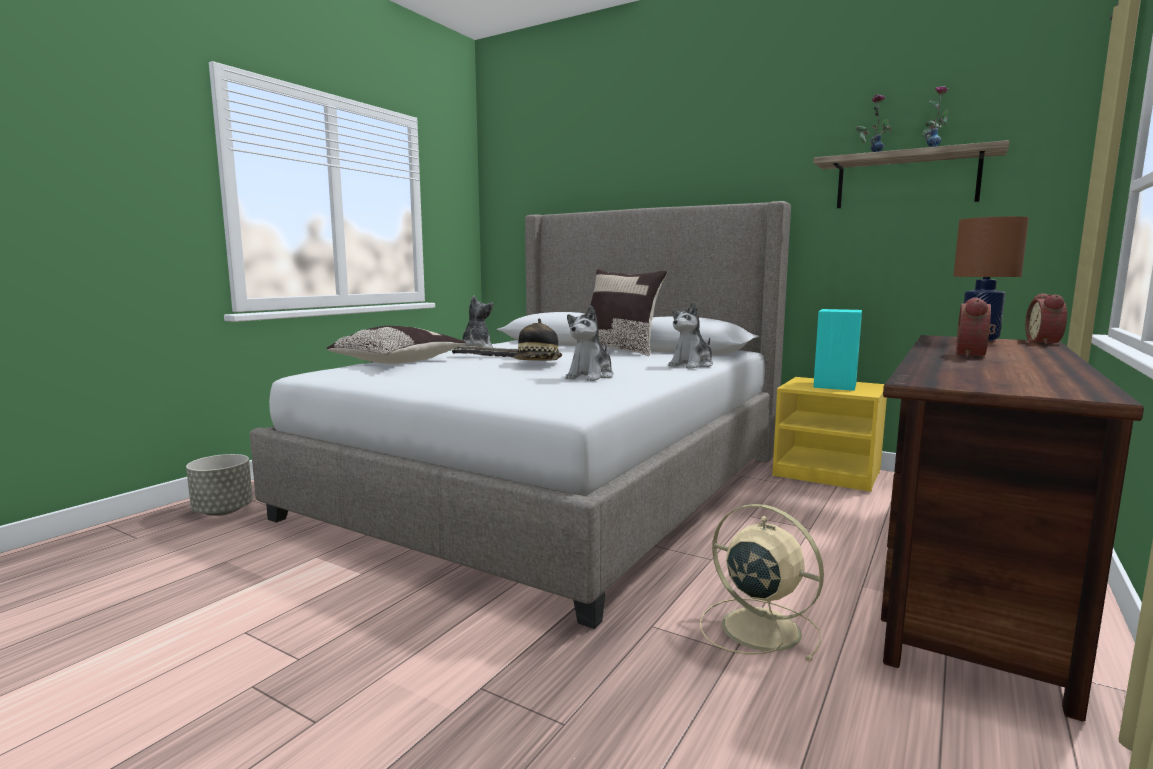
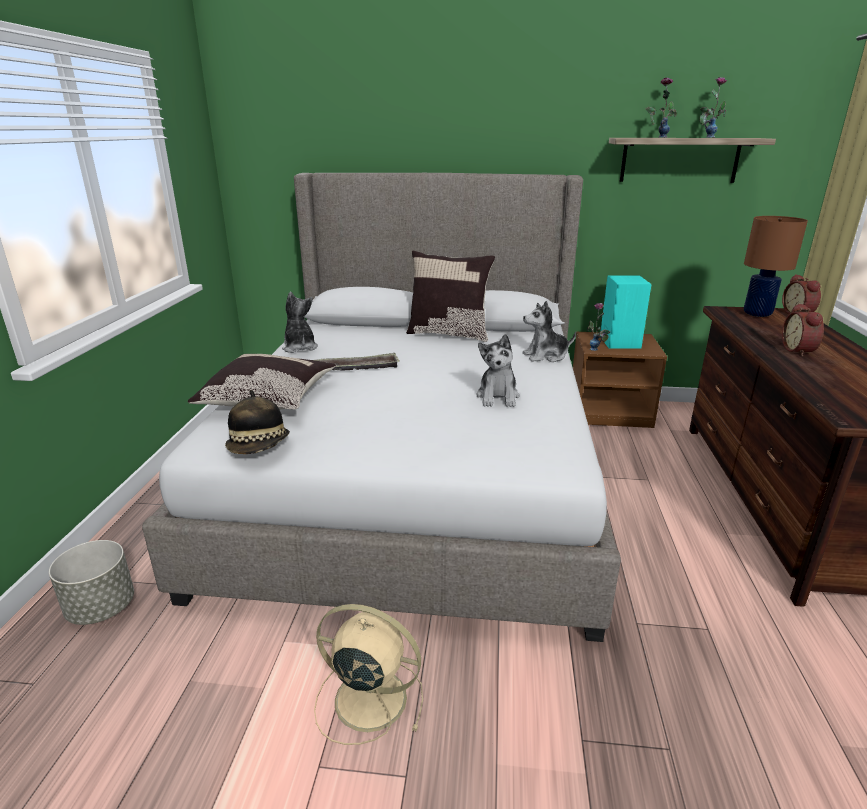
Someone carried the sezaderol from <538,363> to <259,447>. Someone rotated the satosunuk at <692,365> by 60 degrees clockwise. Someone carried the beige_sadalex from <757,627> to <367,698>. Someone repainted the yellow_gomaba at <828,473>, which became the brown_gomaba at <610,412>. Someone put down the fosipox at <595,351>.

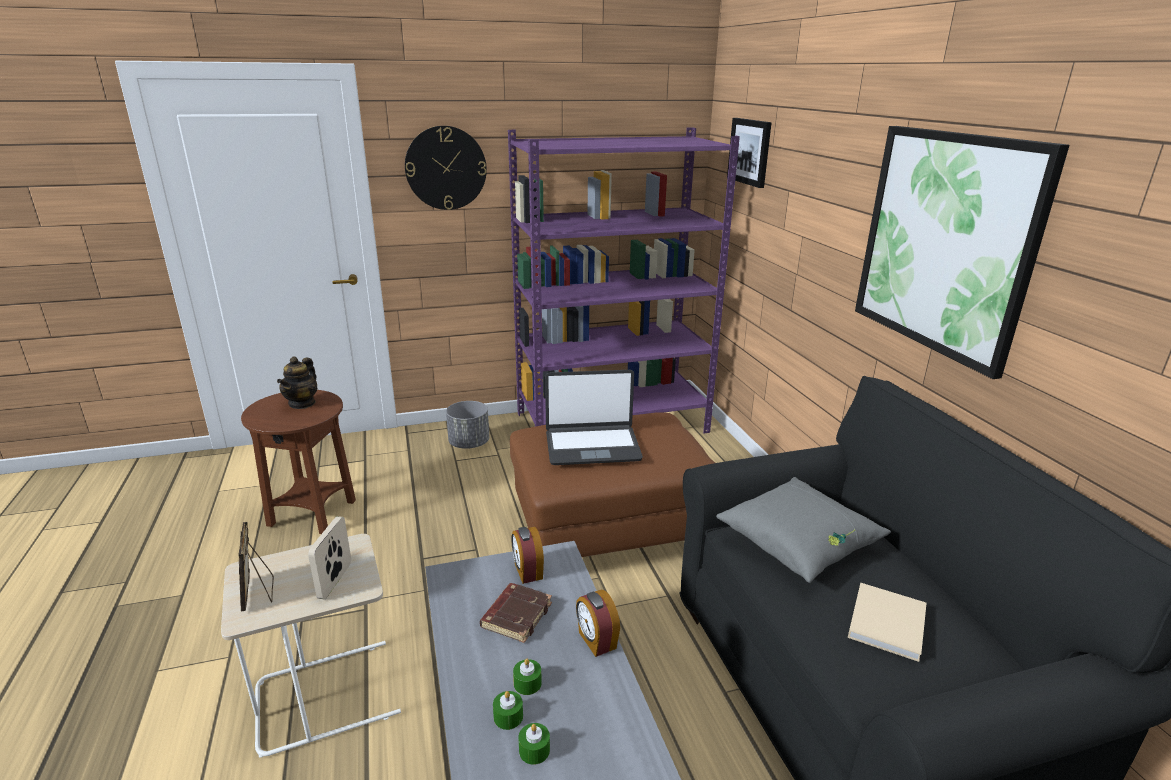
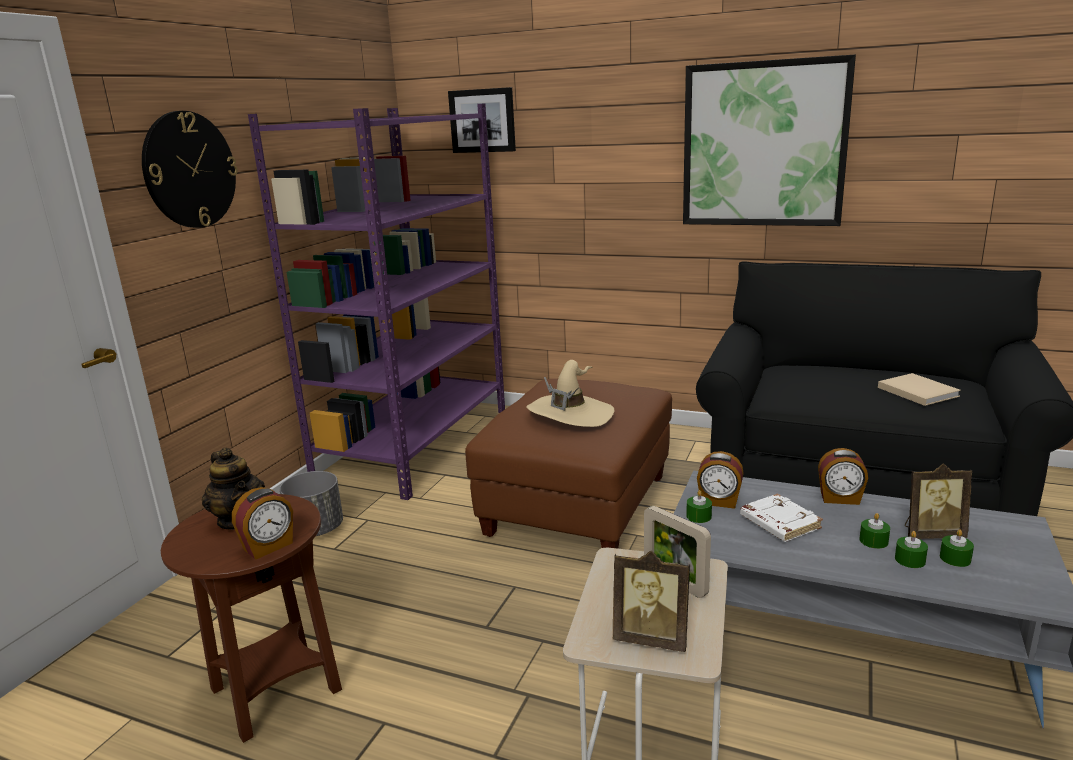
Someone repainted the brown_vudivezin at <516,615>, which became the white_vudivezin at <778,523>. Someone swapped the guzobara at <592,446> for the beige_sezaderol at <570,414>. Someone took away the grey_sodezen at <797,543>. Someone put down the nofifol at <269,547>. Someone put down the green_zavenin at <698,516>. Someone put down the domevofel at <931,534>.

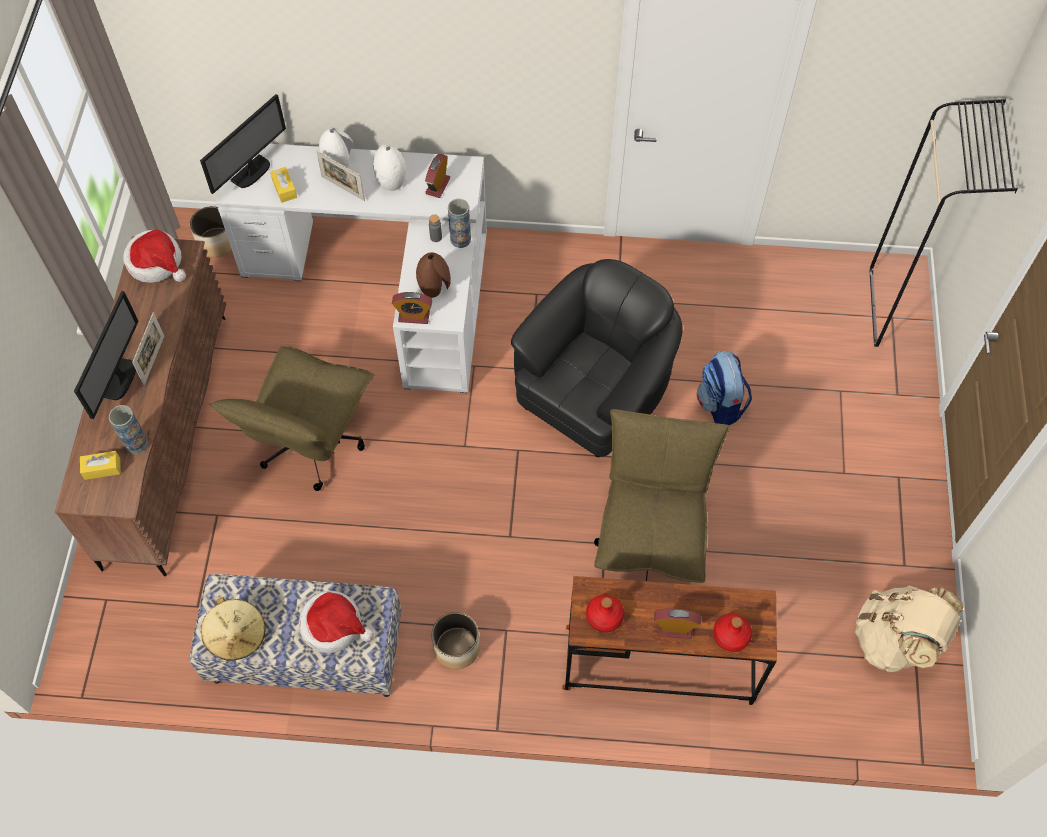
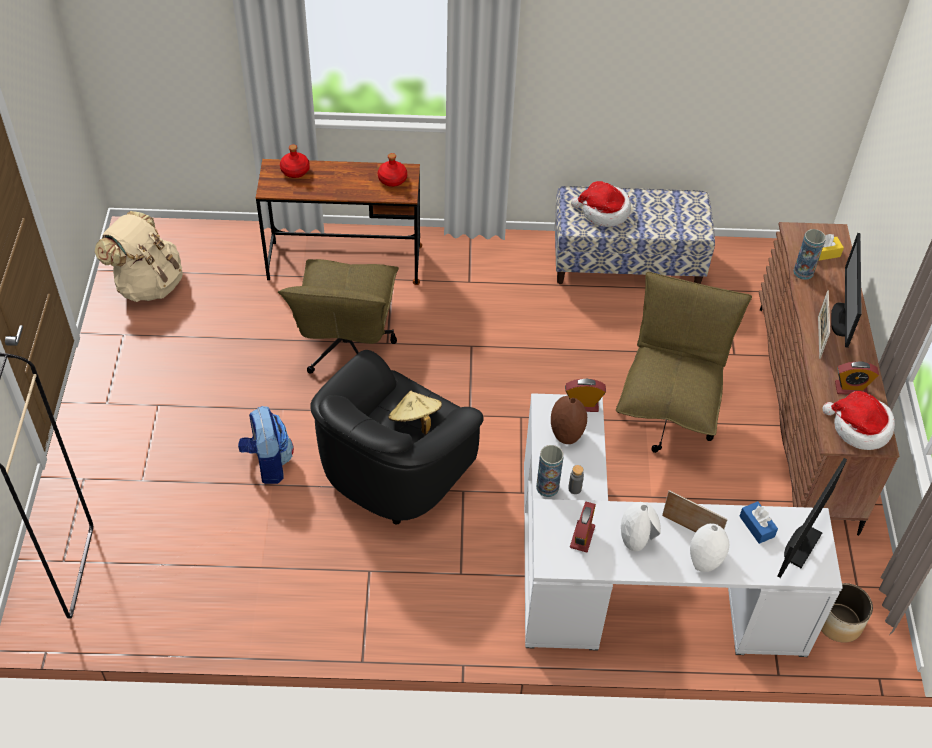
Someone carried the beige_sezaderol from <237,636> to <415,421>. Someone repainted the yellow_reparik at <284,189>, which became the blue_reparik at <756,526>. Someone took away the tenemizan at <456,648>. Someone carried the nofifol from <674,628> to <851,388>.

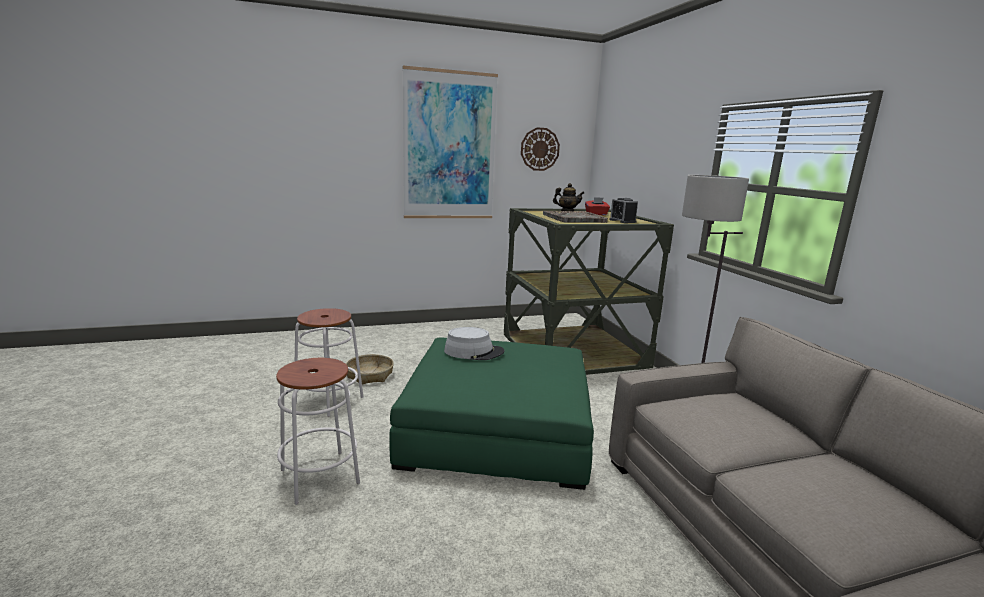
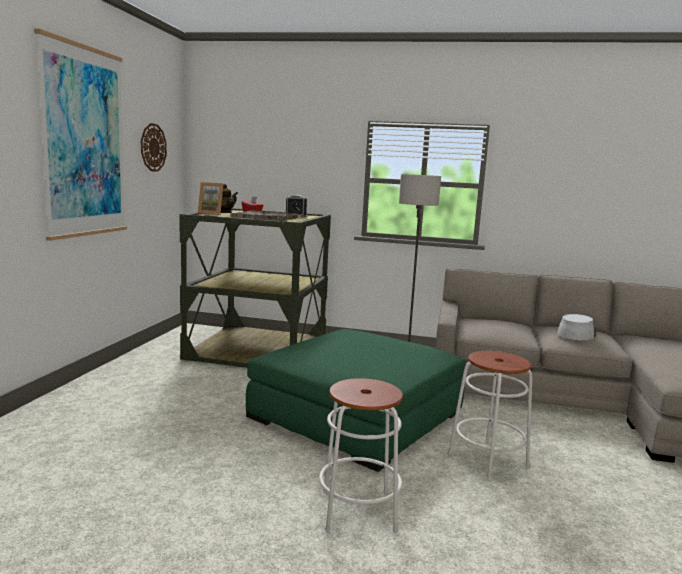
Someone carried the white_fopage from <329,400> to <487,460>. Someone took away the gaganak at <370,375>. Someone carried the grey_sezaderol from <474,352> to <576,334>. Someone put down the domevofel at <211,213>.

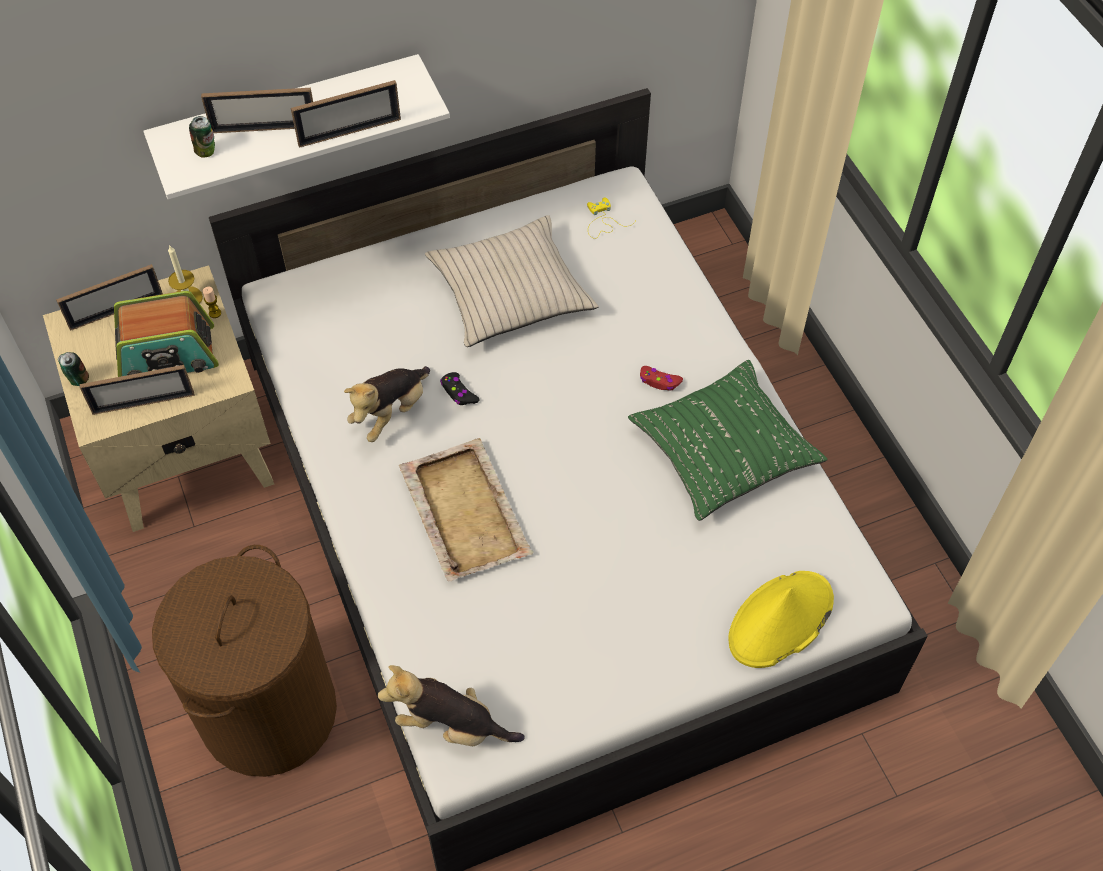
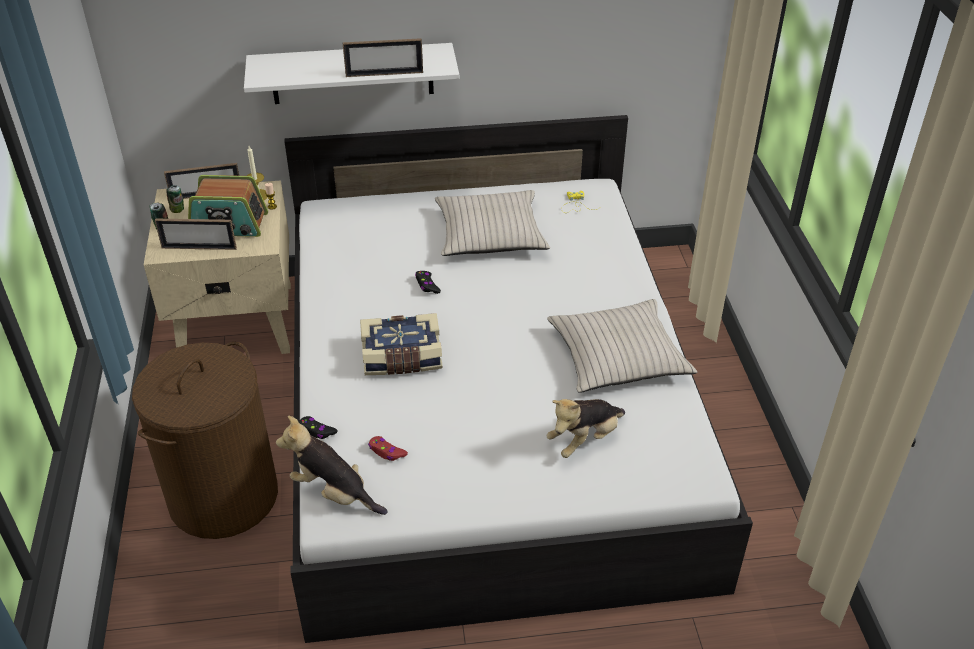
Someone carried the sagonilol from <207,151> to <178,210>. Someone took away the domevofel at <264,128>. Someone carried the satosunuk from <390,413> to <584,439>. Someone swapped the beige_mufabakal at <464,510> for the vudivezin at <402,357>. Someone repainted the green_sodezen at <723,449>, which became the beige_sodezen at <617,356>. Someone carried the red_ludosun from <659,381> to <386,452>. Someone took away the yellow_sezaderol at <780,620>. Someone put down the black_ludosun at <317,431>.

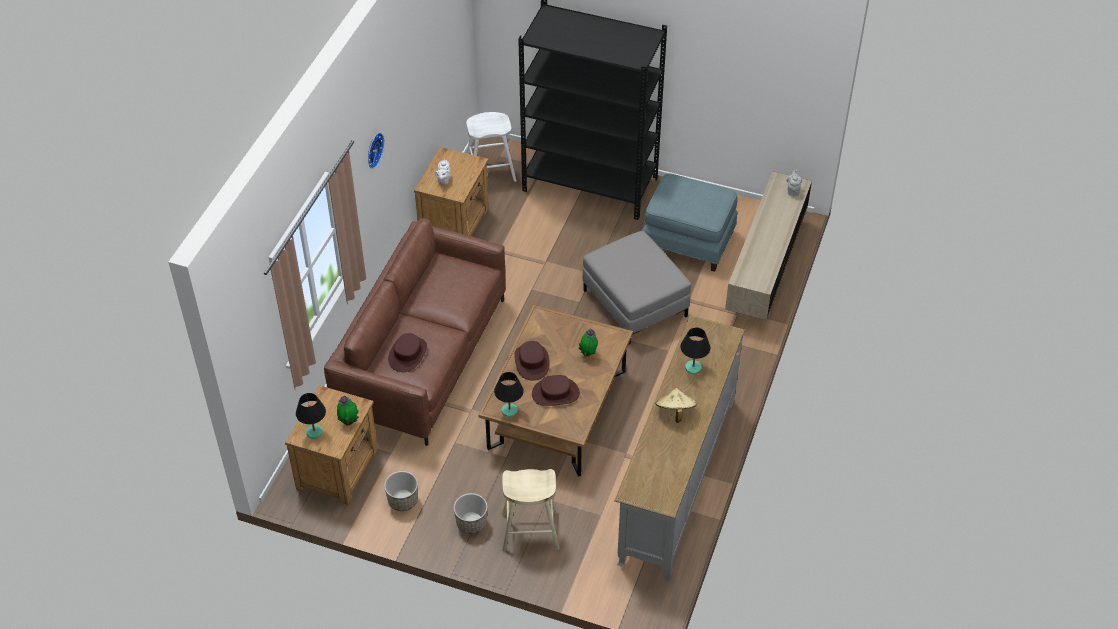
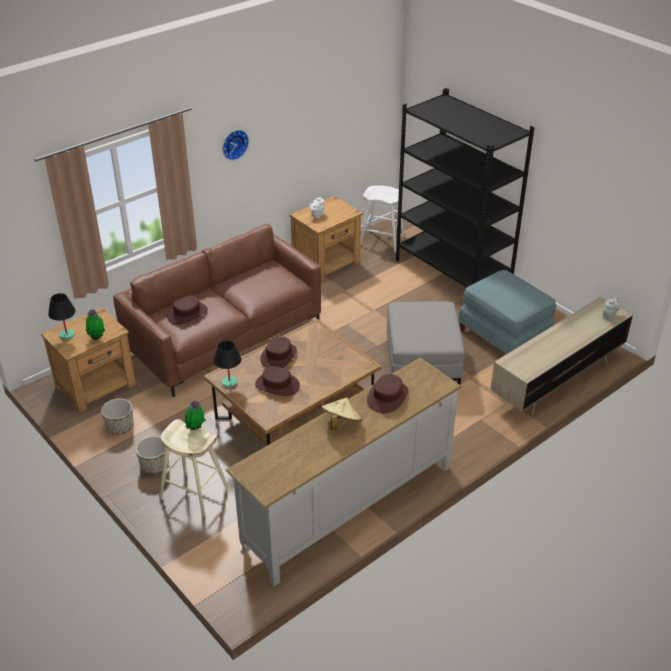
Someone carried the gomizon from <588,354> to <195,429>. Someone swapped the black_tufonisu at <693,368> for the brown_sezaderol at <387,397>.

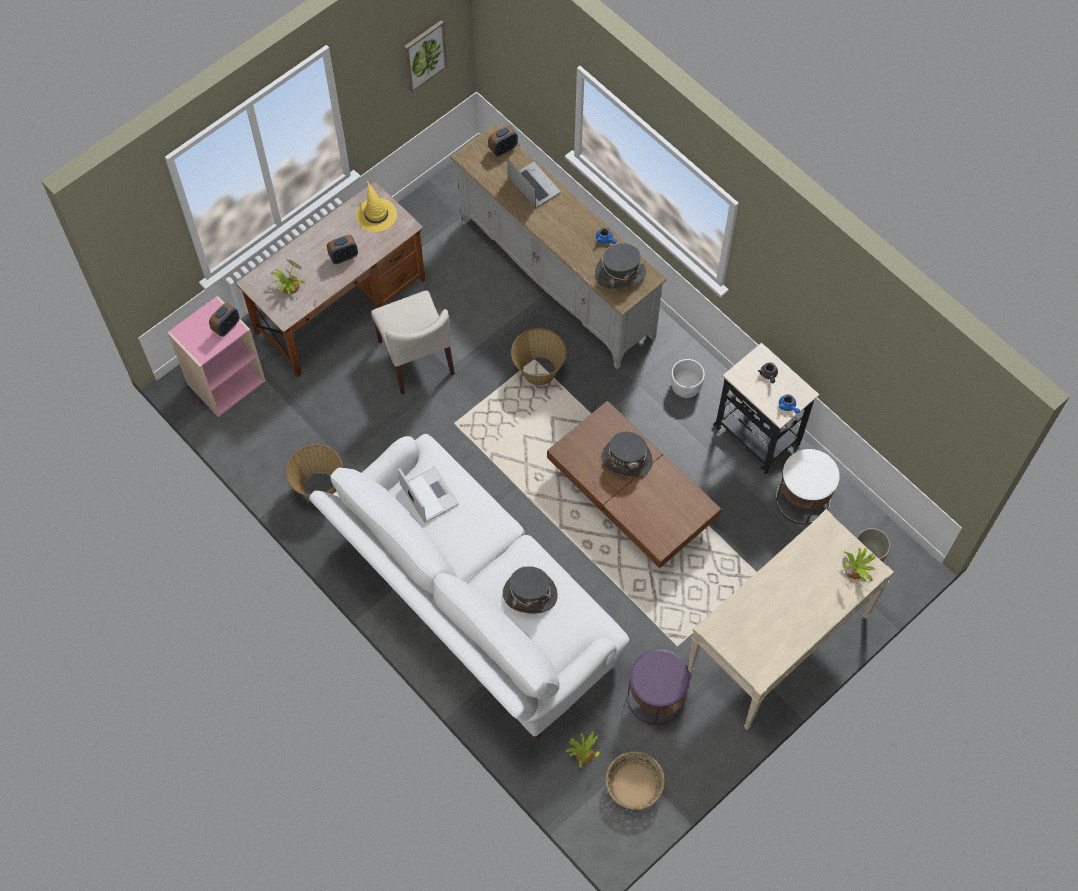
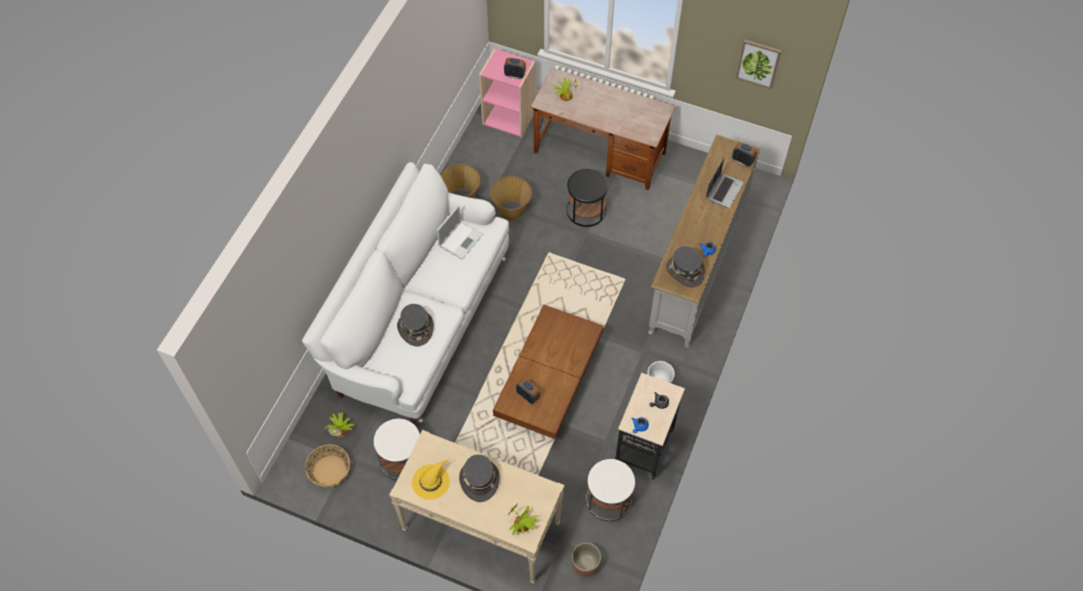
Someone carried the nofifol from <344,257> to <527,396>. Someone carried the yellow_sezaderol from <376,214> to <431,481>. Someone swapped the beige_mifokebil at <416,358> for the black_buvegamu at <585,210>. Someone carried the gaganak from <538,371> to <511,210>. Someone carried the grey_sezaderol from <627,459> to <479,480>. Someone repainted the purple_buvegamu at <655,697>, which became the white_buvegamu at <401,459>.

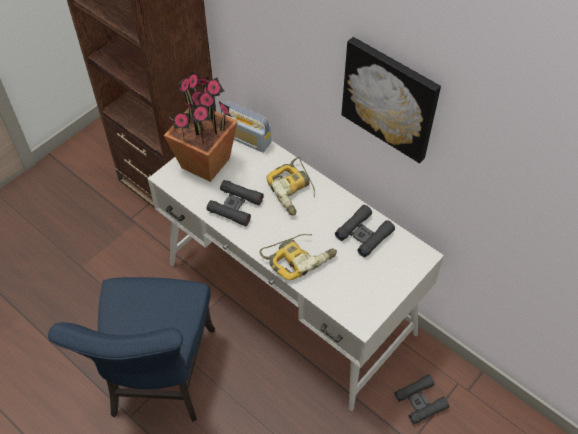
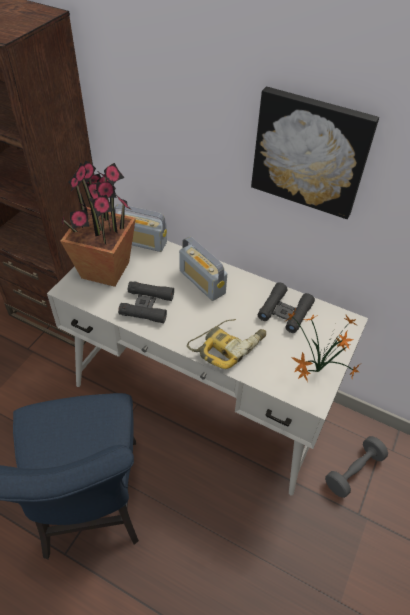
Someone swapped the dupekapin at <293,191> for the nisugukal at <202,282>. Someone swapped the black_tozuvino at <420,401> for the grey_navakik at <353,471>. Someone put down the gomizon at <315,372>.

